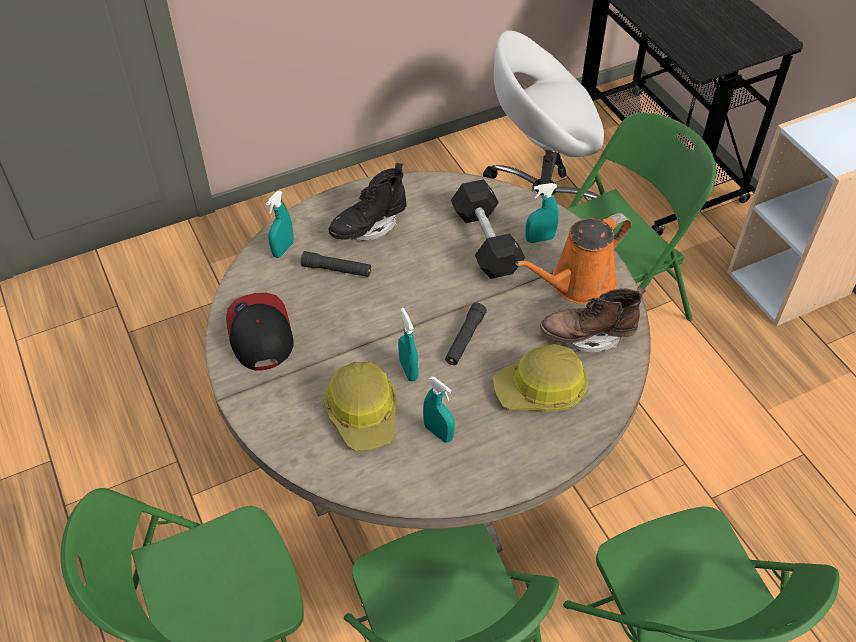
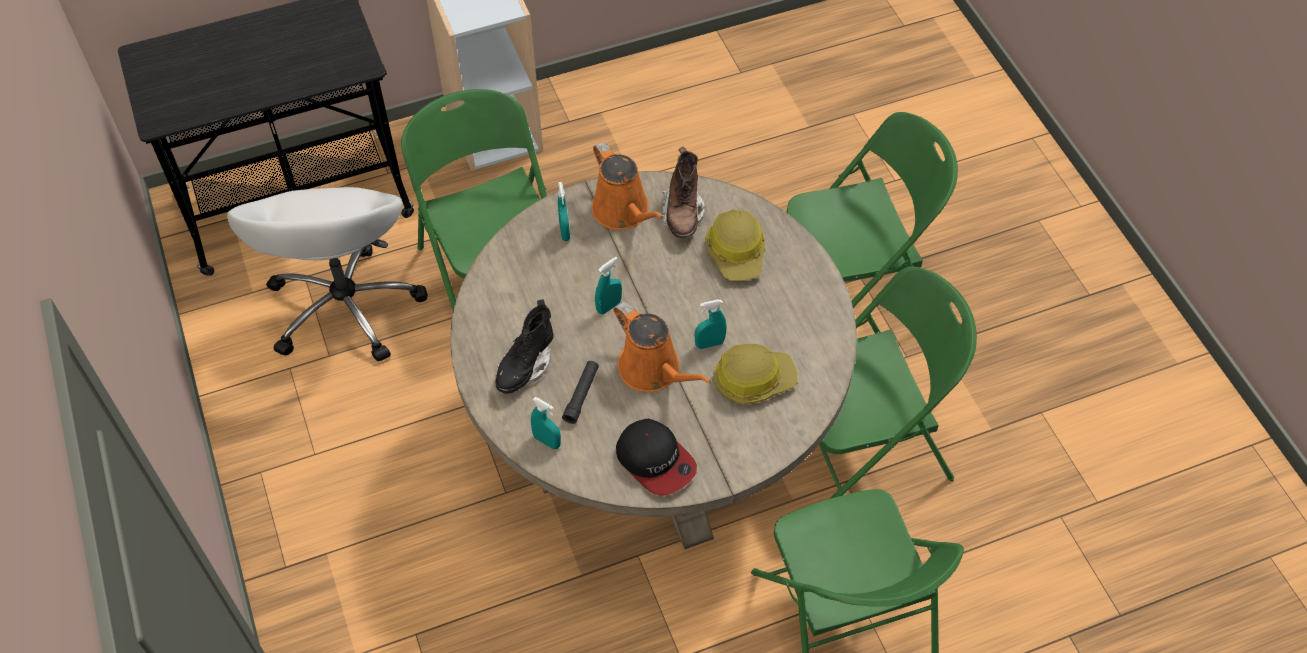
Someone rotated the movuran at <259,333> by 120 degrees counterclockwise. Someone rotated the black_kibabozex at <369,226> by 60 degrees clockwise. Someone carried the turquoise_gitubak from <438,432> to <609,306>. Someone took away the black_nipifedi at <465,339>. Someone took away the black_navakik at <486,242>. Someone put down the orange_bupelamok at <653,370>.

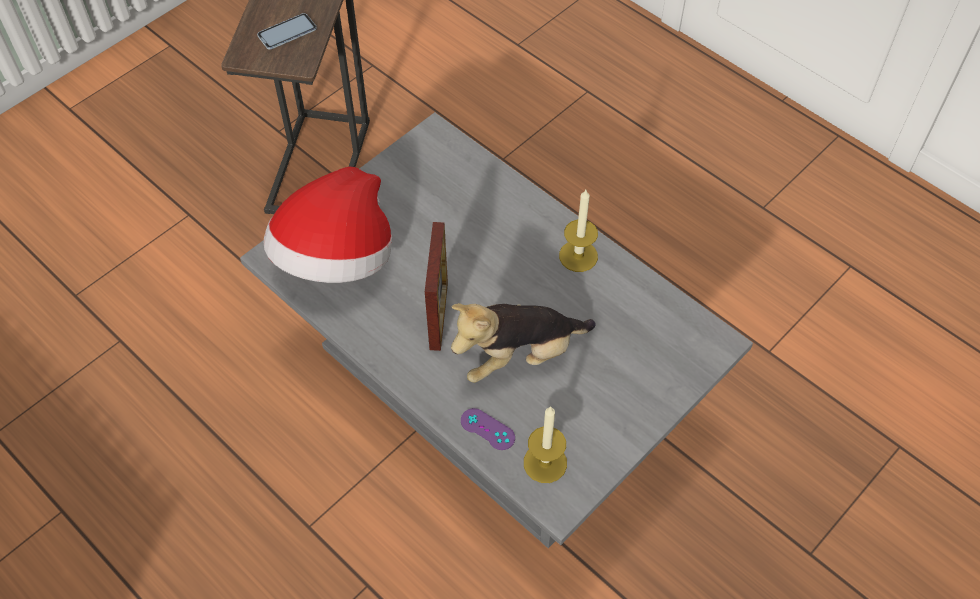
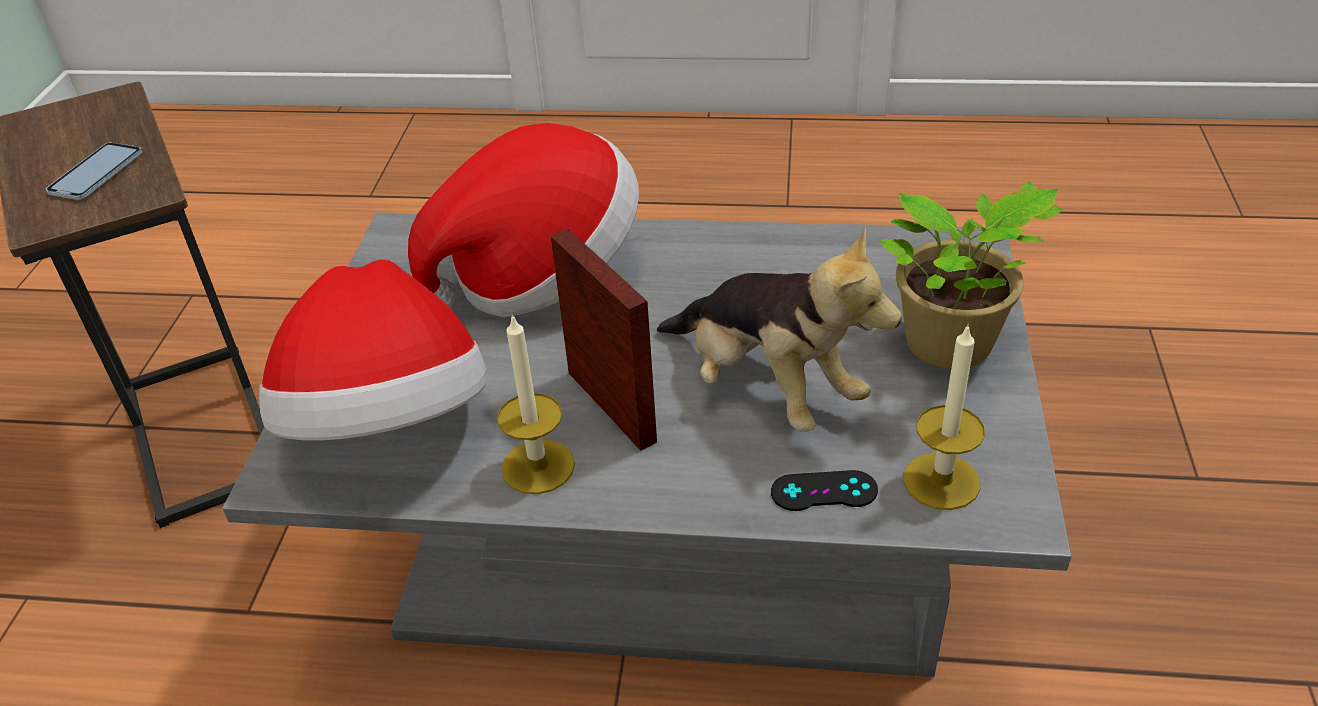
Someone rotated the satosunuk at <518,356> by 75 degrees counterclockwise. Someone repainted the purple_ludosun at <487,429>, which became the black_ludosun at <824,491>. Someone carried the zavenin from <578,256> to <538,466>. Someone put down the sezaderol at <540,273>. Someone put down the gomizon at <951,347>.

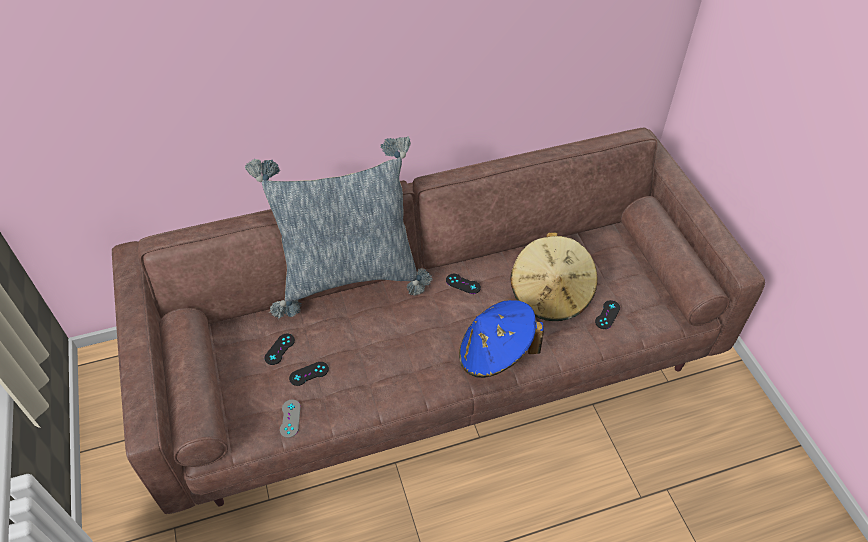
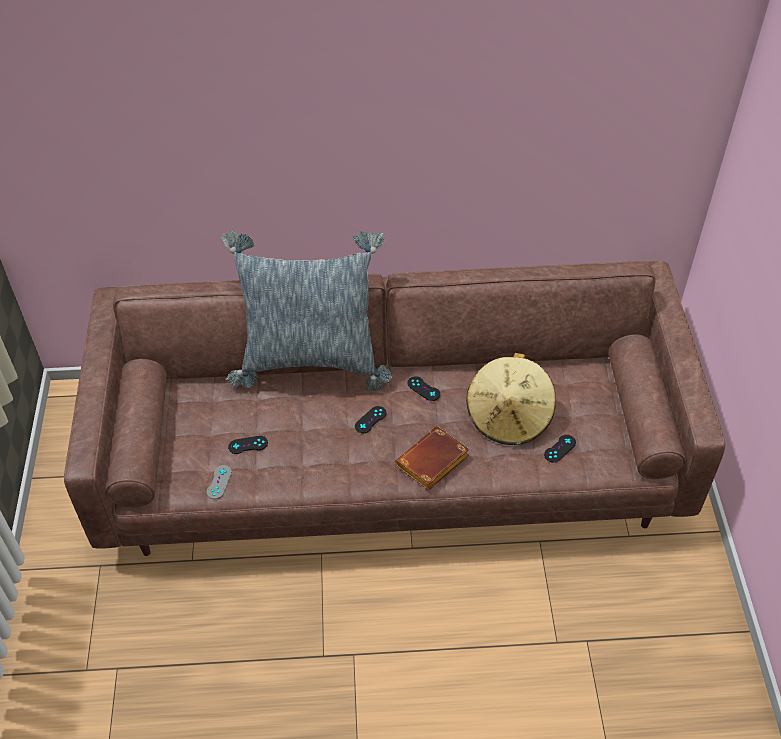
Someone carried the black_ludosun from <279,349> to <370,420>. Someone swapped the blue_sezaderol at <495,354> for the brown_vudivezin at <432,464>.

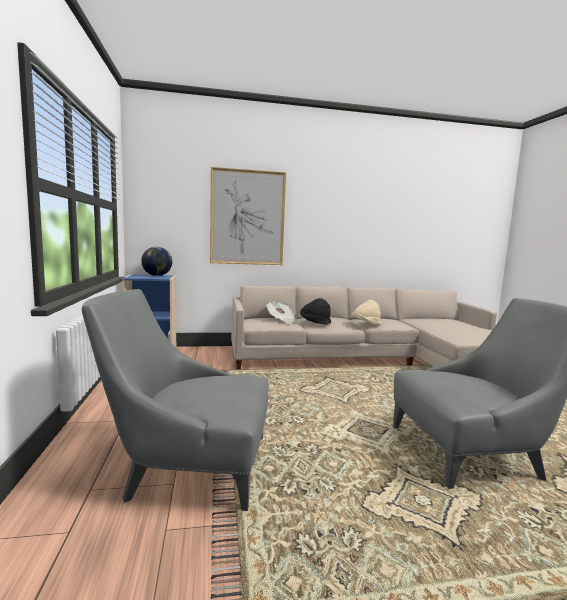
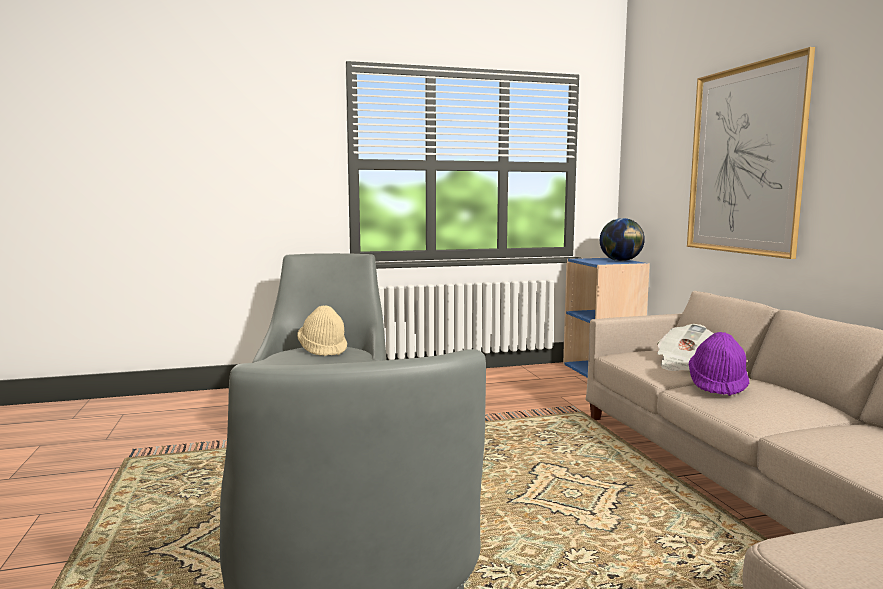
Someone repainted the black_sezaderol at <314,322>, which became the purple_sezaderol at <717,385>. Someone carried the beige_sezaderol from <366,324> to <323,350>.

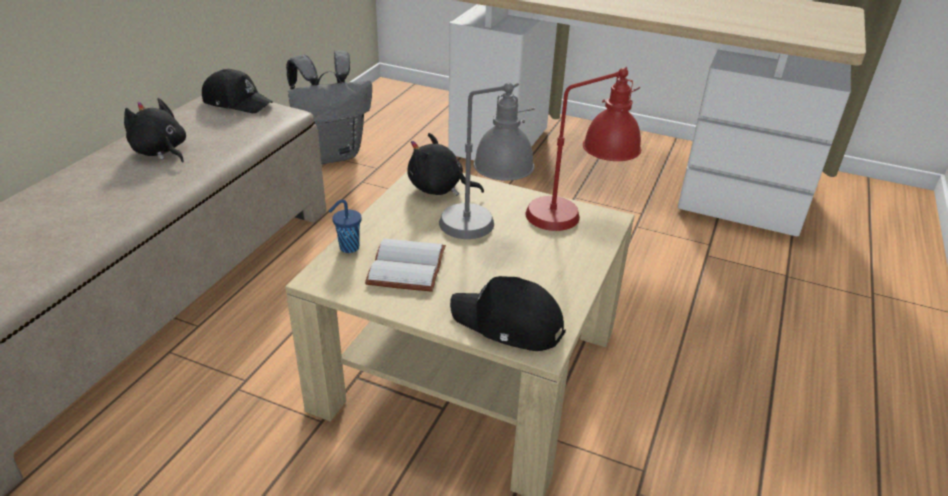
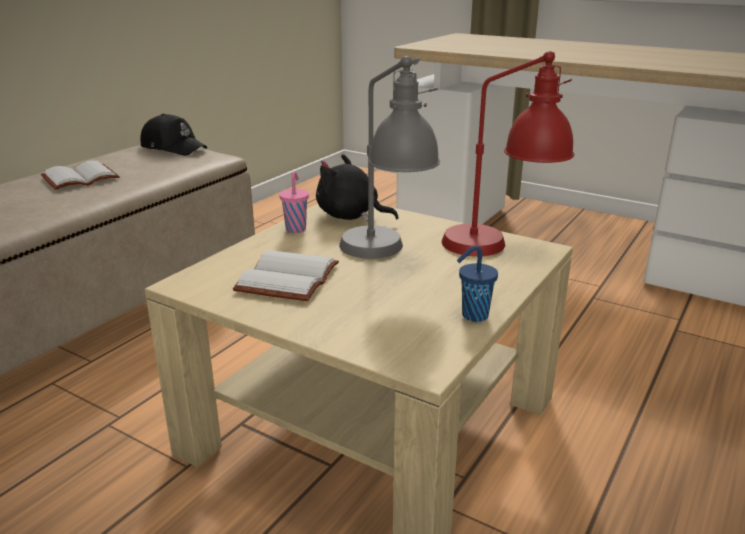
Someone swapped the black_satosunuk at <160,151> for the white_vudivezin at <80,179>. Someone took away the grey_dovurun at <332,154>. Someone carried the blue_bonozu from <348,248> to <473,316>. Someone took away the black_movuran at <507,324>. Someone put down the pink_bonozu at <296,229>.

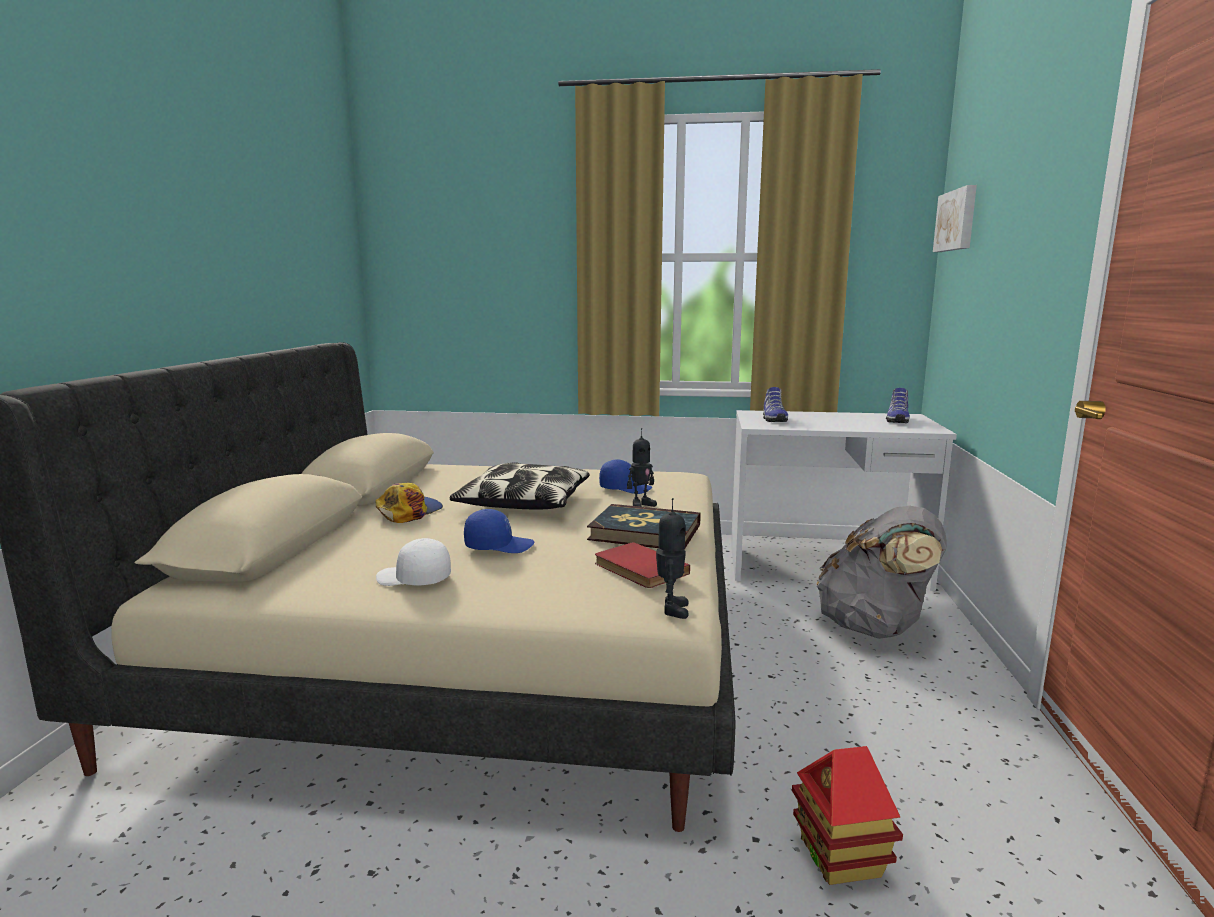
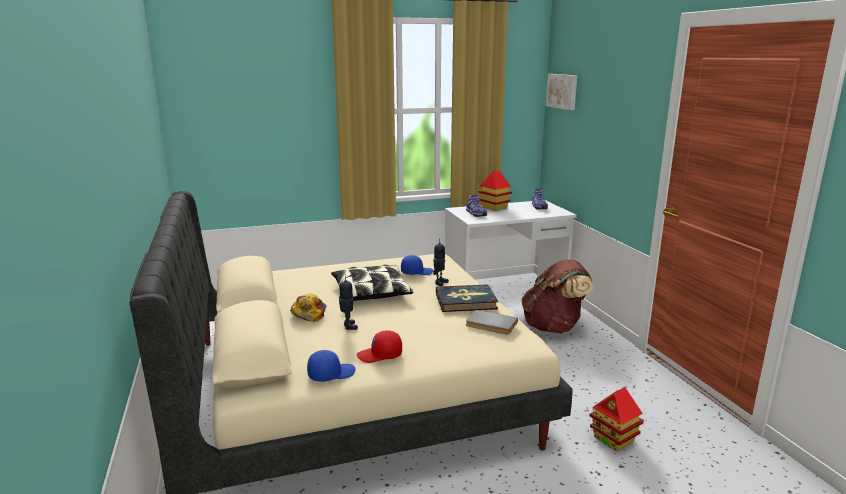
Someone repainted the white_movuran at <413,579>, which became the red_movuran at <380,355>. Someone carried the blue_movuran from <499,546> to <331,374>. Someone repainted the red_vudivezin at <638,569>, which became the grey_vudivezin at <491,324>. Someone carried the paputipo from <671,609> to <348,326>. Someone repainted the grey_dovurun at <876,627>, which became the brown_dovurun at <554,327>. Someone put down the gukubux at <494,207>.

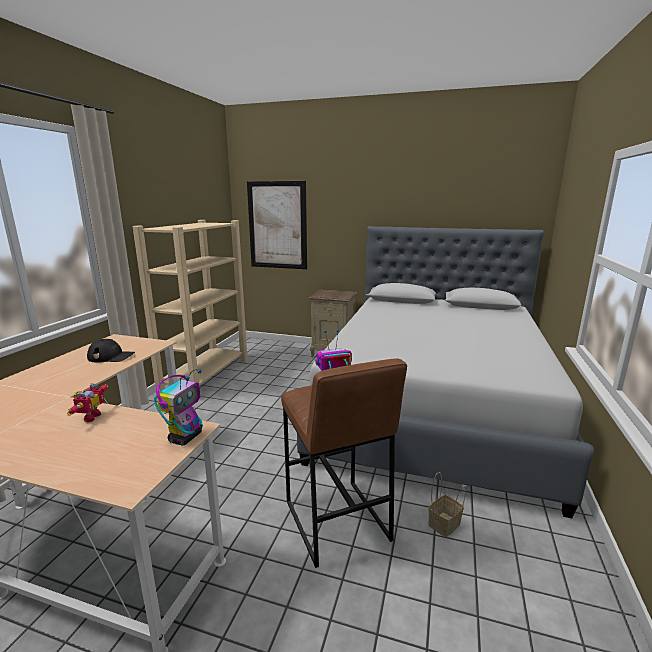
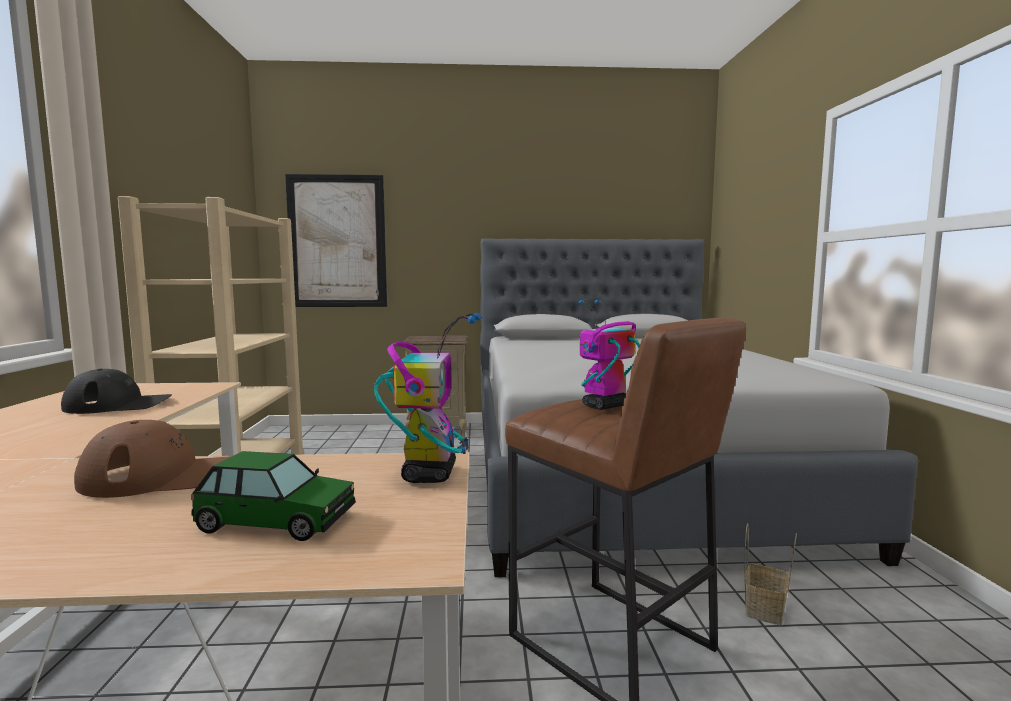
Someone swapped the paputipo at <89,417> for the brown_movuran at <162,476>. Someone put down the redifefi at <277,520>.

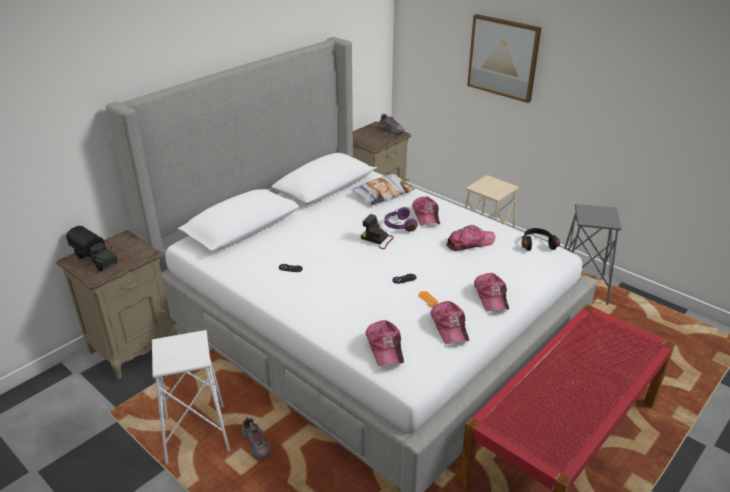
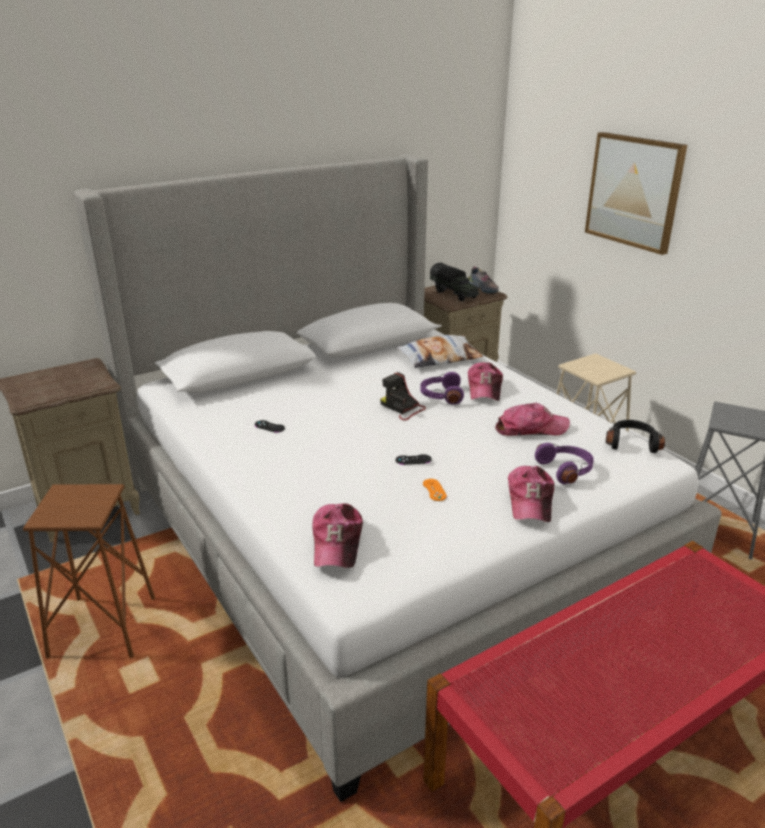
Someone carried the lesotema from <96,259> to <454,294>. Someone repainted the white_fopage at <196,434>, which became the brown_fopage at <103,627>. Someone took away the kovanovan at <257,444>. Someone took away the movuran at <449,327>. Someone put down the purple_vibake at <566,470>.

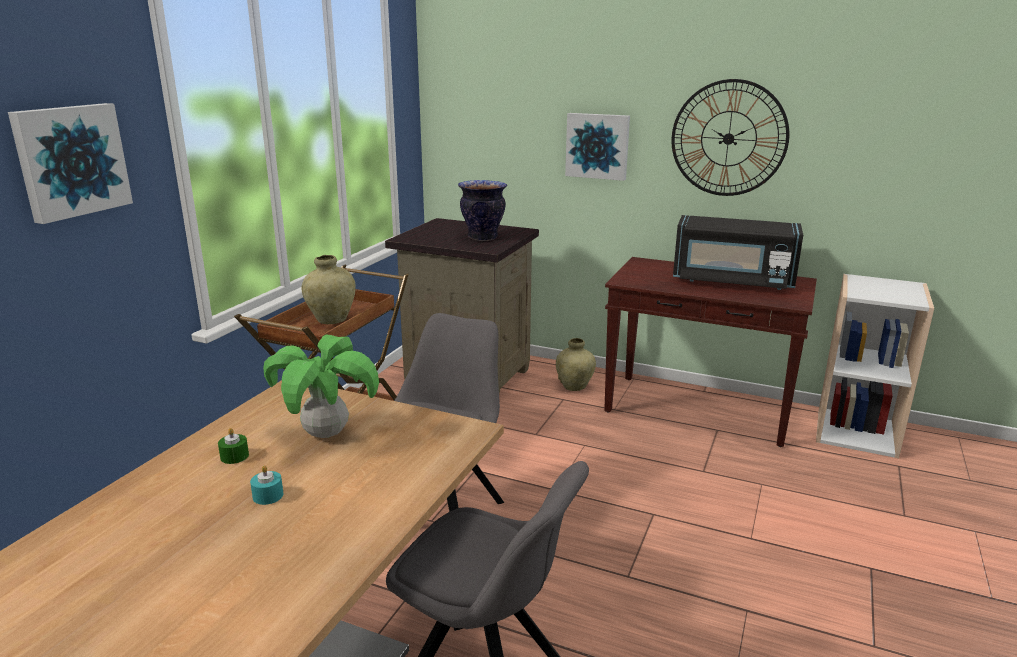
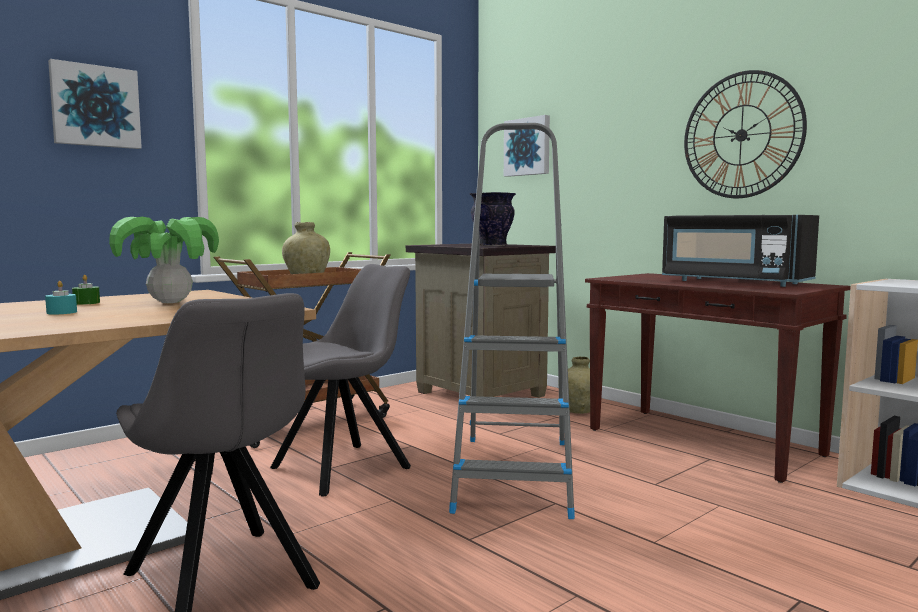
Someone carried the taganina from <597,146> to <528,147>. Someone put down the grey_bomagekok at <514,473>.

